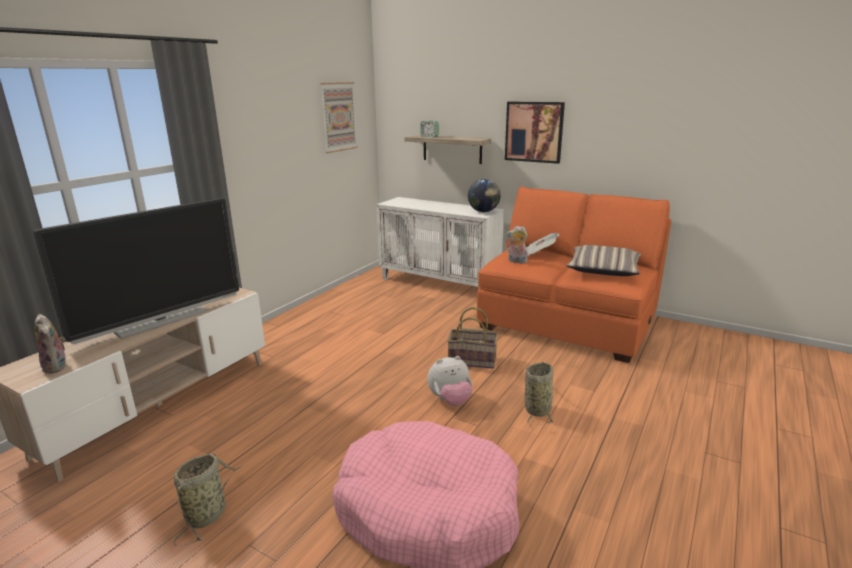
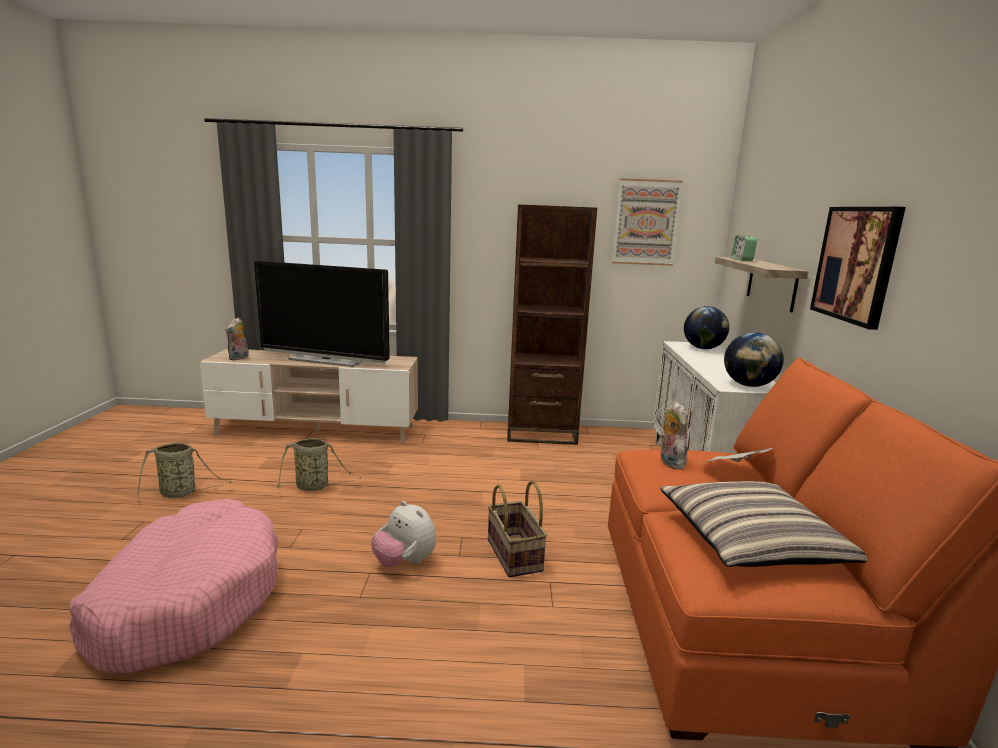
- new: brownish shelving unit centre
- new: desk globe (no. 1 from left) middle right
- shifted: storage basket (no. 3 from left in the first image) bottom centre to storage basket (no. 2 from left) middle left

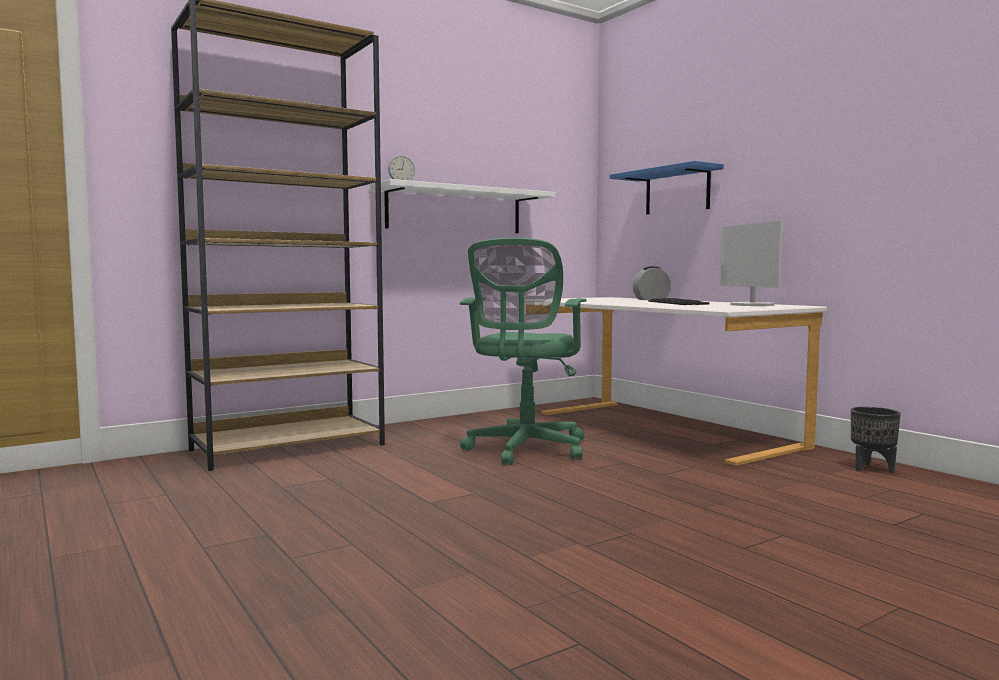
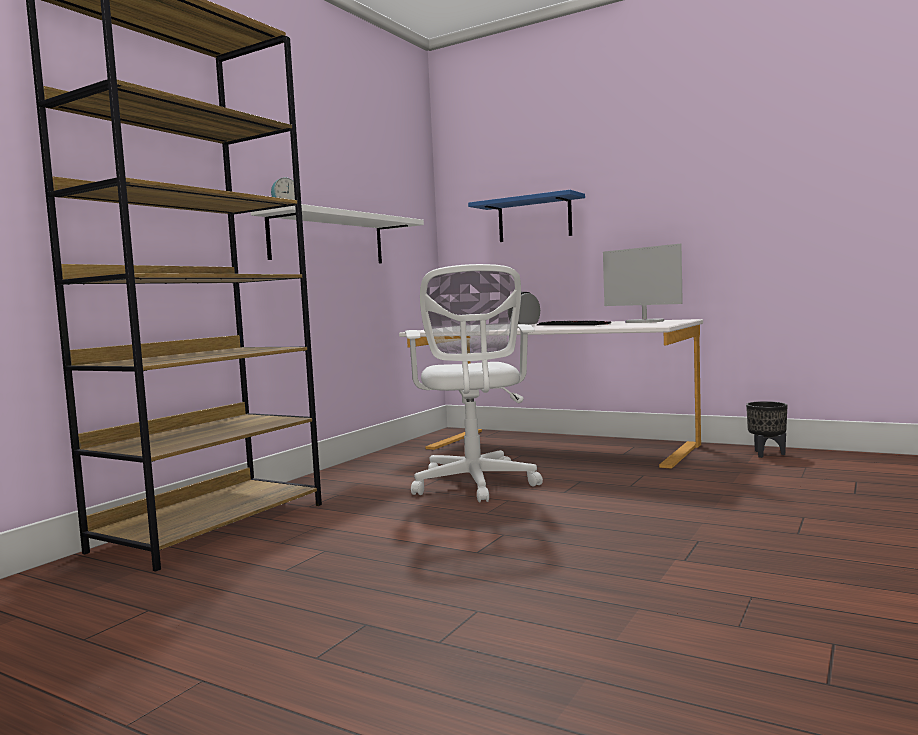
- repainted: green desk chair centre to whitish desk chair centre

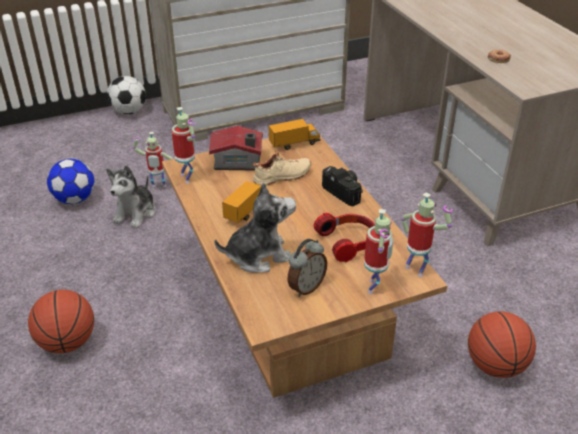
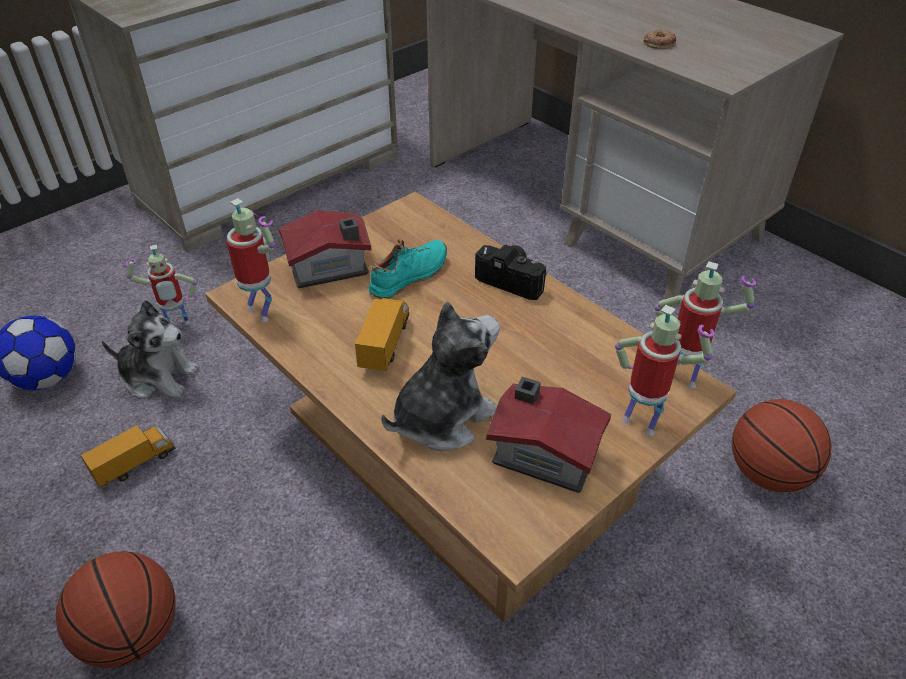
- gone: ball for football (no. 2 from left) top left
- gone: headphones centre
- shifted: toy lorry (no. 2 from left in the first image) top centre to toy lorry (no. 1 from left) bottom left
- swapped: table clock centre to miniature house (no. 2 from left) centre
- repainted: beige low shoe centre to blue-green low shoe centre
- rotated: cuddly toy (no. 1 from left) middle left = middle left 75 degrees counterclockwise
- rotated: model robot (no. 3 from left) centre = middle right 45 degrees counterclockwise

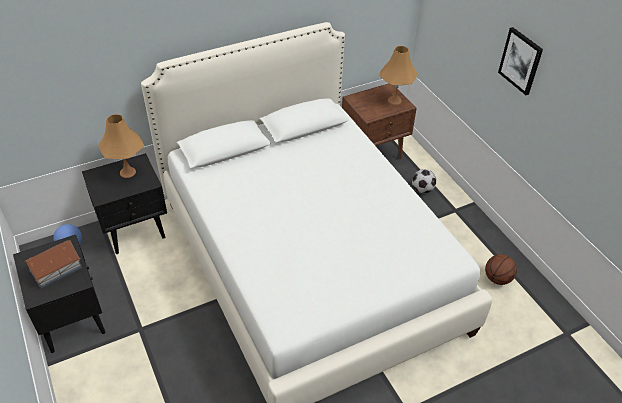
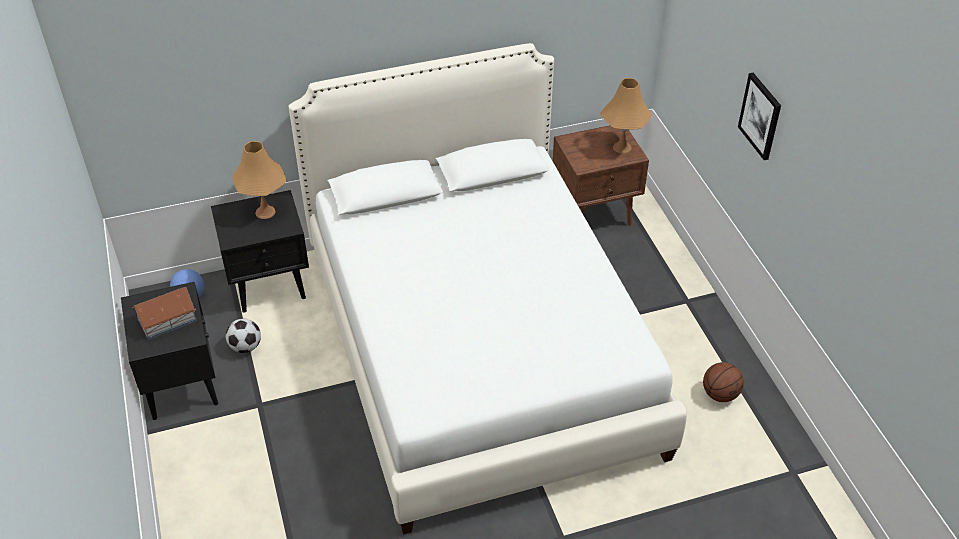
- shifted: ball for football (no. 2 from left) middle right to middle left

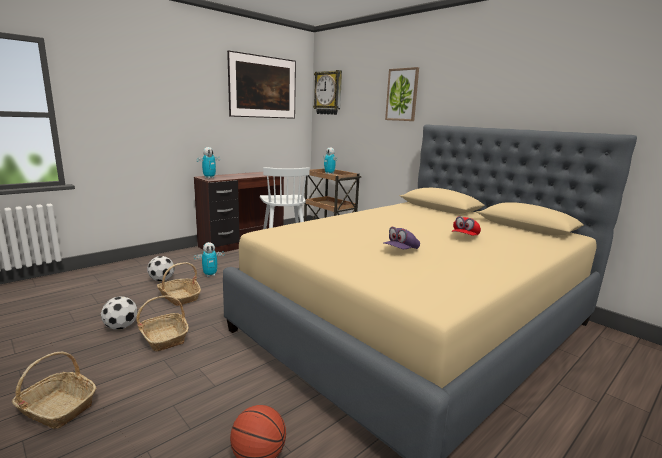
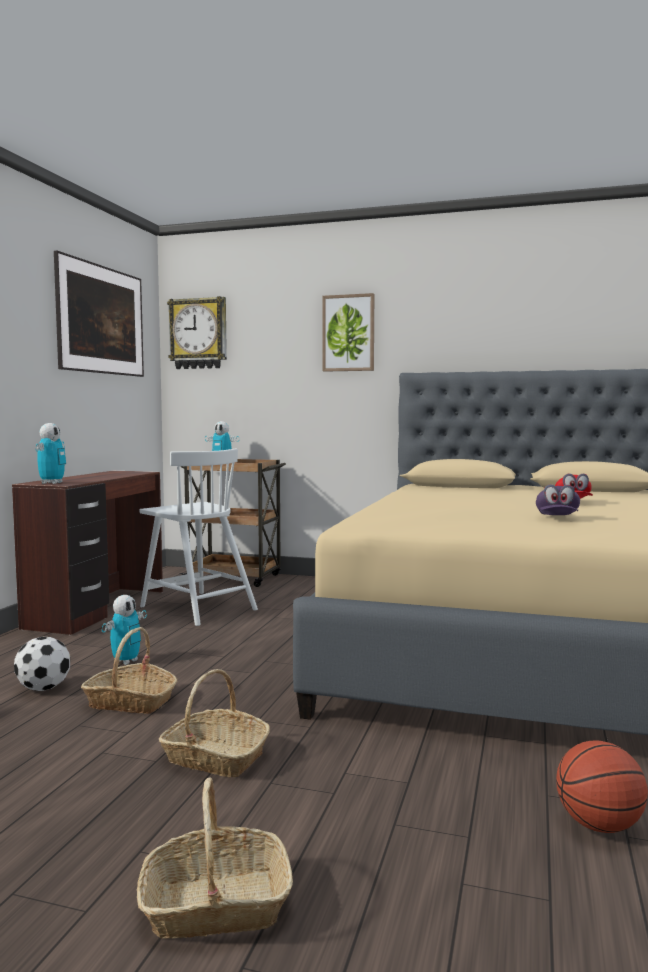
- gone: ball for football (no. 1 from left) bottom left

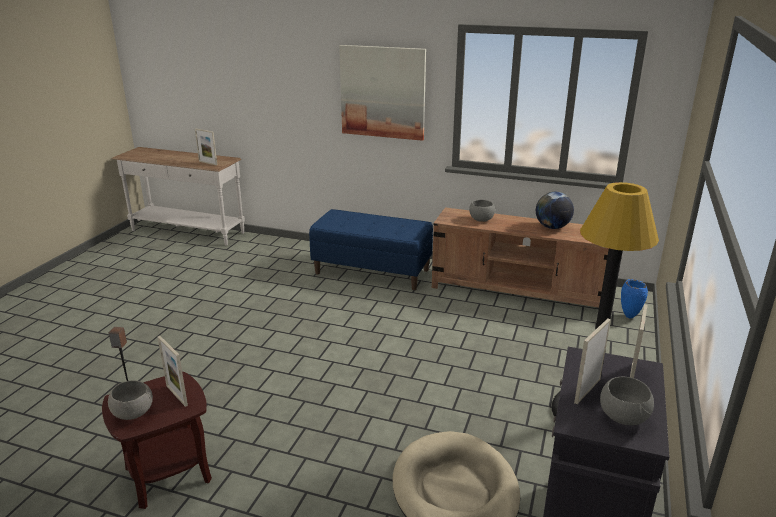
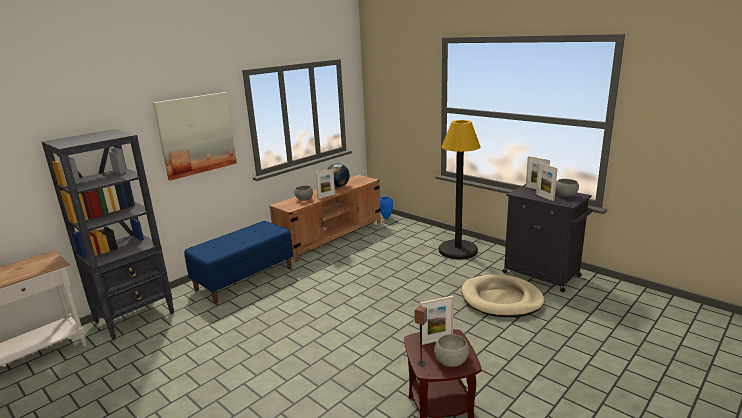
- new: black-coloured shelving unit middle left
- shifted: standing frame (no. 2 from left in the first image) top left to standing frame (no. 1 from left) centre

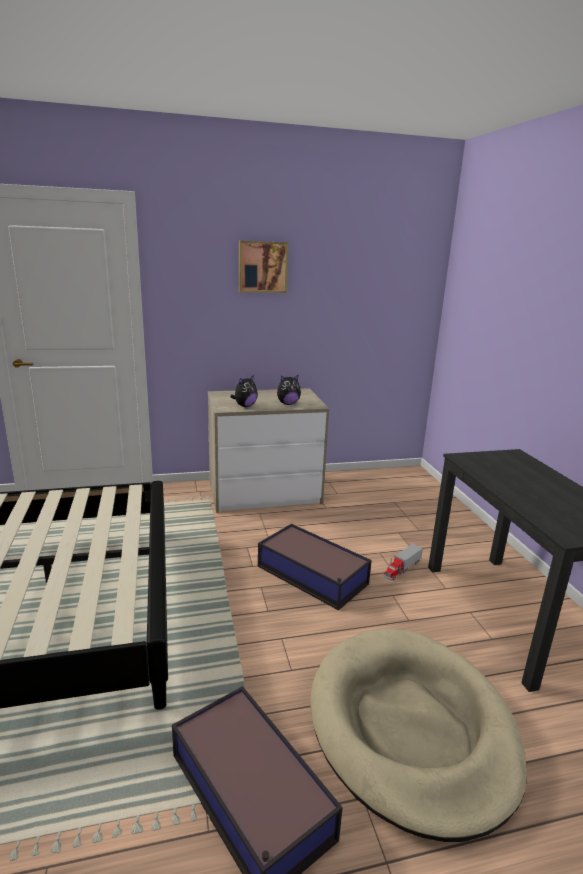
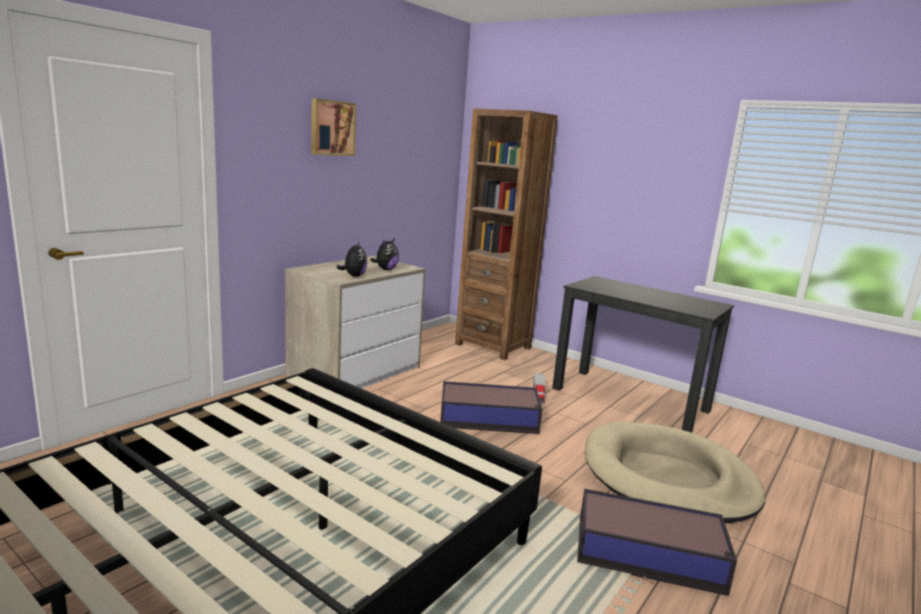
- new: brownish shelving unit centre

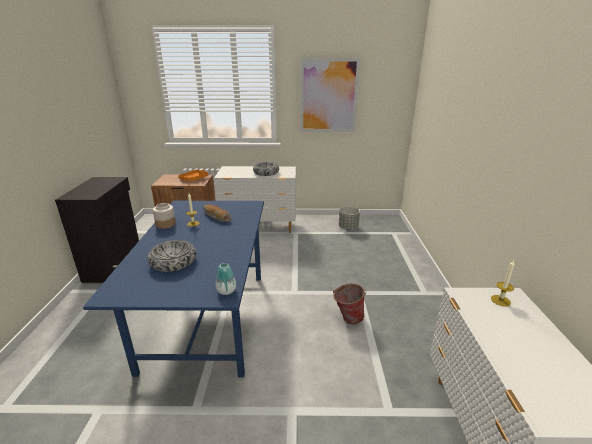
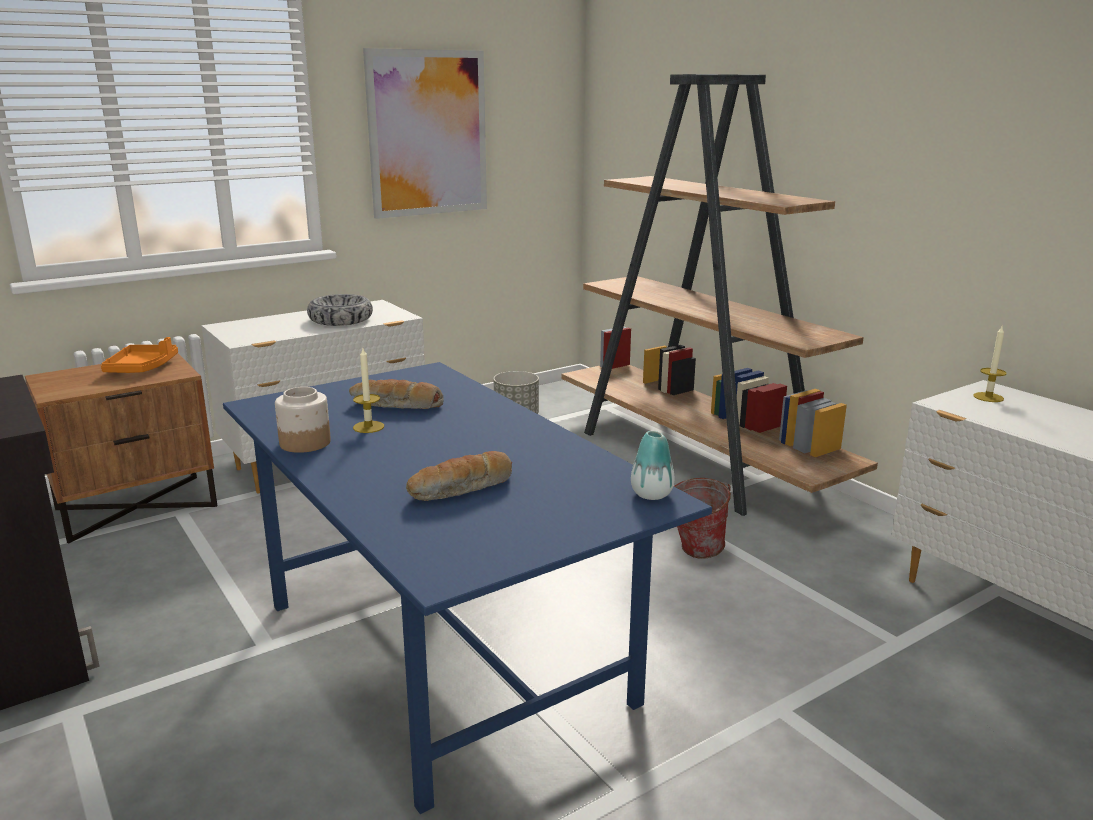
- new: brownish shelving unit centre
- swapped: deep dish (no. 1 from left) middle left to bakery bread (no. 2 from left) centre

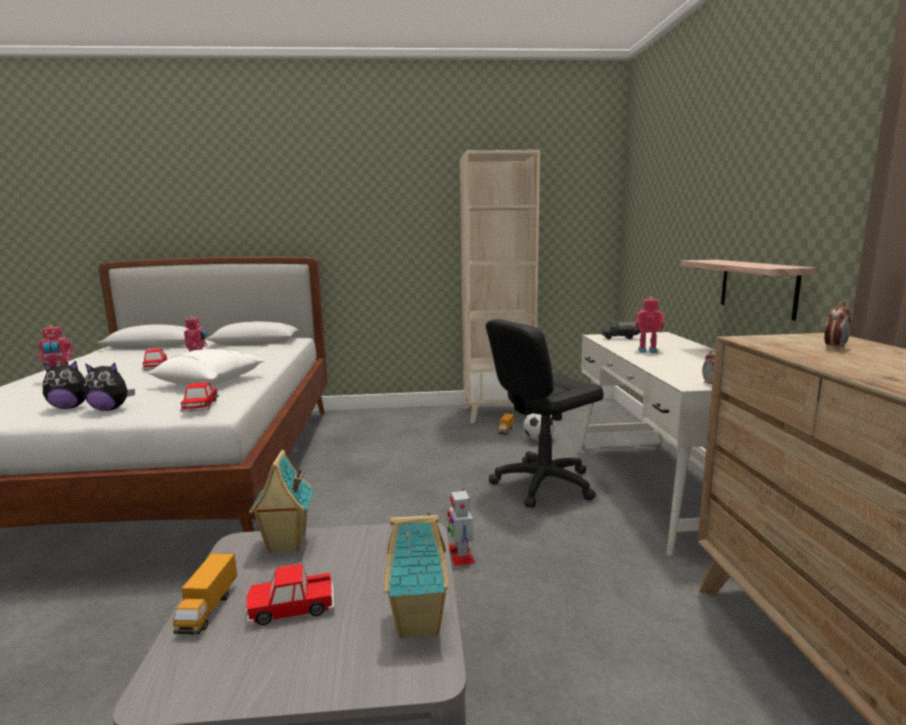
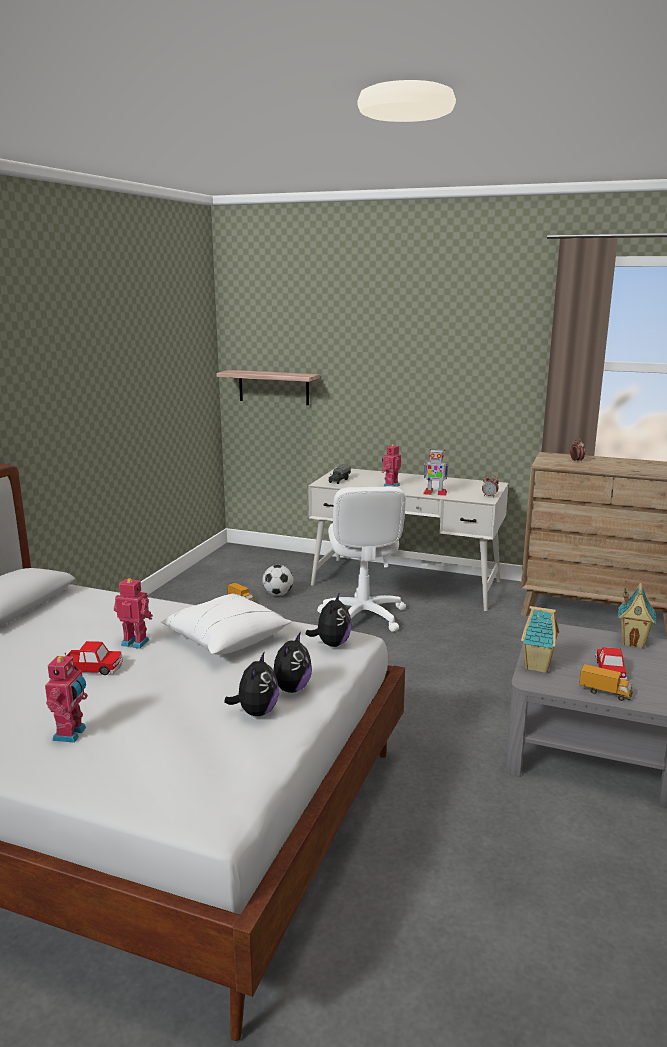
- gone: beige shelving unit centre
- shifted: model robot (no. 3 from left in the first image) bottom centre to model robot (no. 4 from left) centre
- shifted: shelf middle right to centre
- swapped: miniature car (no. 2 from left) middle left to cuddly toy (no. 3 from left) centre
- repainted: black-coloured desk chair centre to whitish desk chair centre

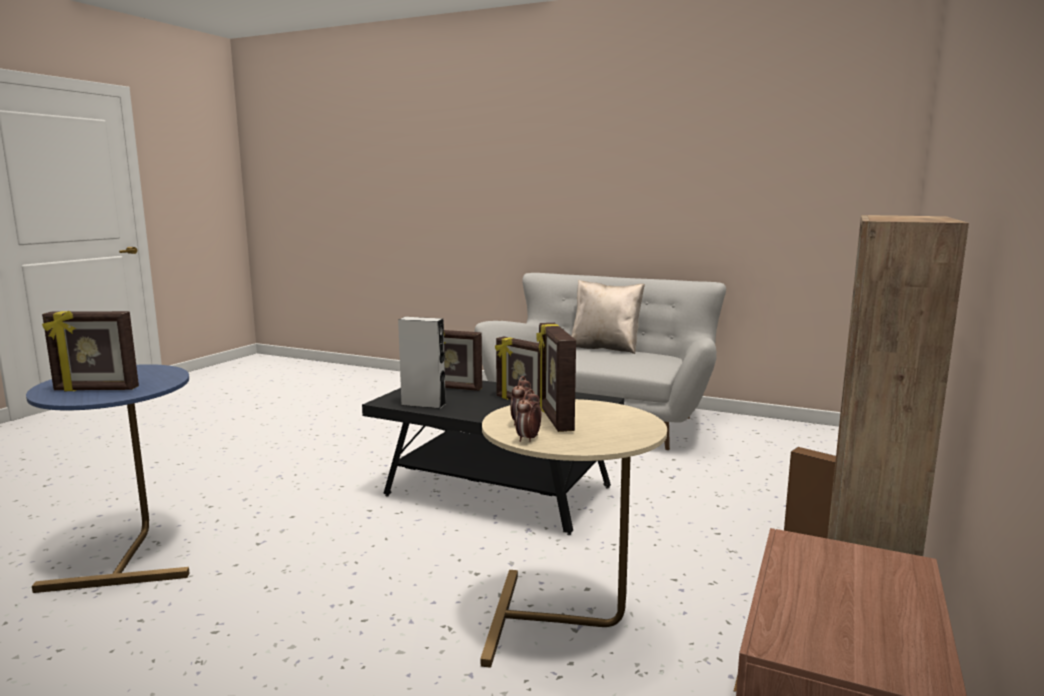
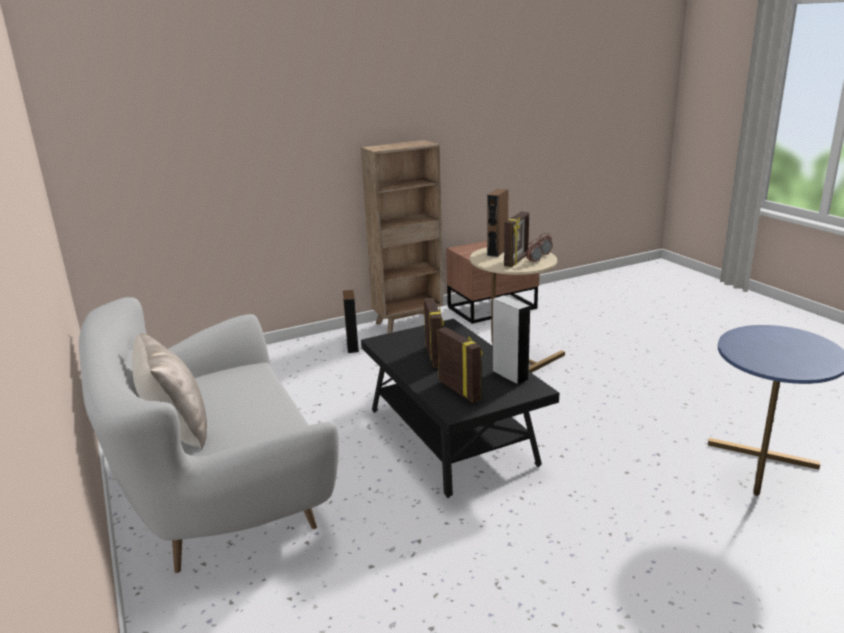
- gone: standing frame (no. 1 from left) middle left
- new: brownish loudspeaker (no. 2 from left) centre

